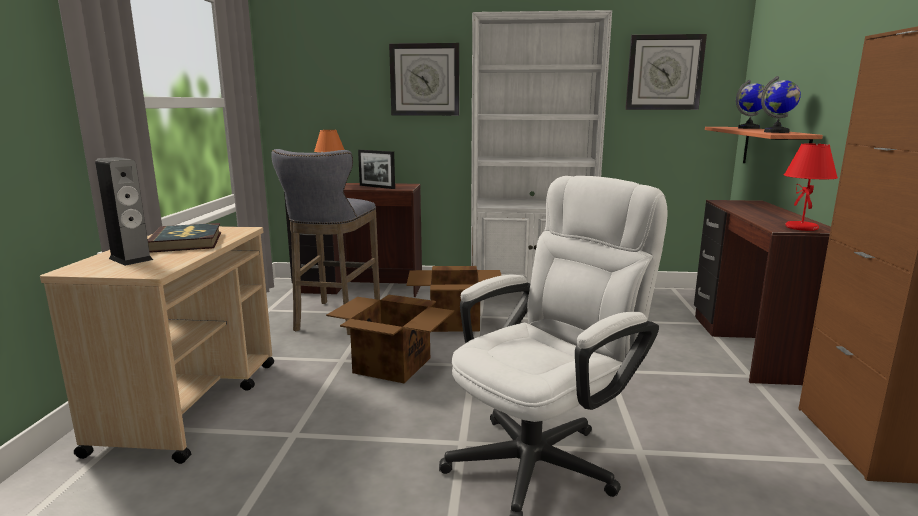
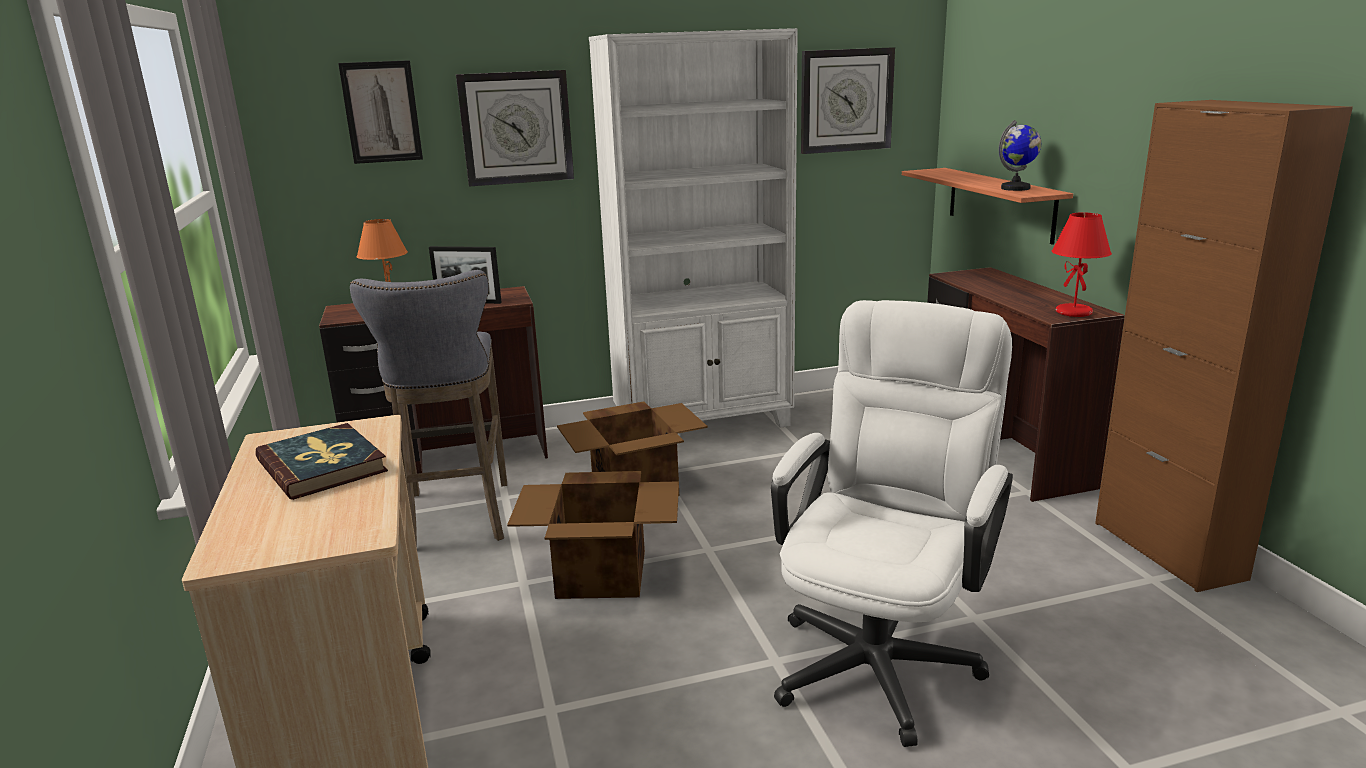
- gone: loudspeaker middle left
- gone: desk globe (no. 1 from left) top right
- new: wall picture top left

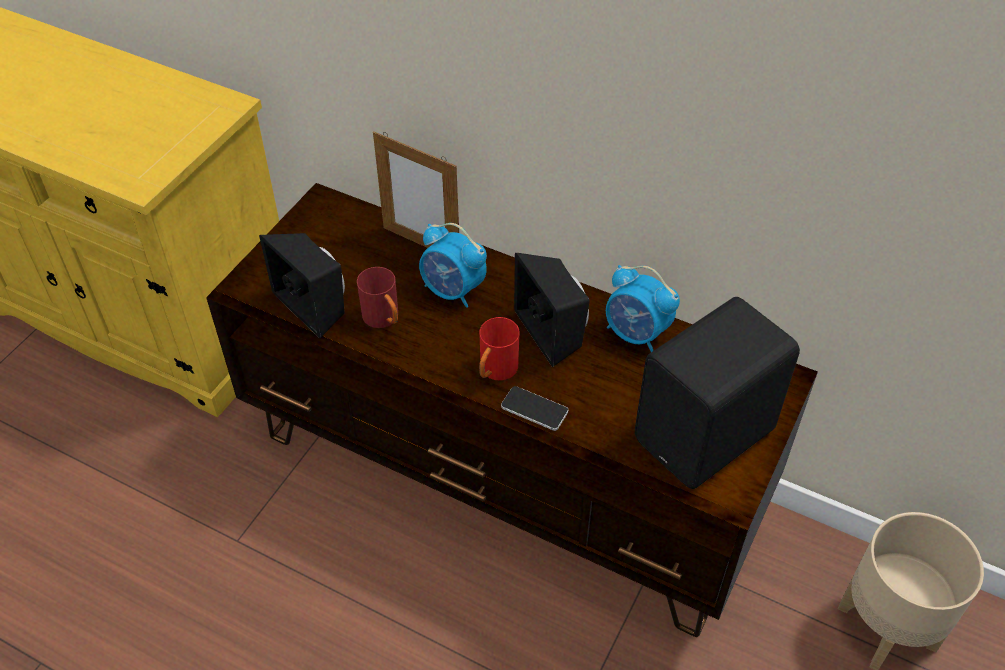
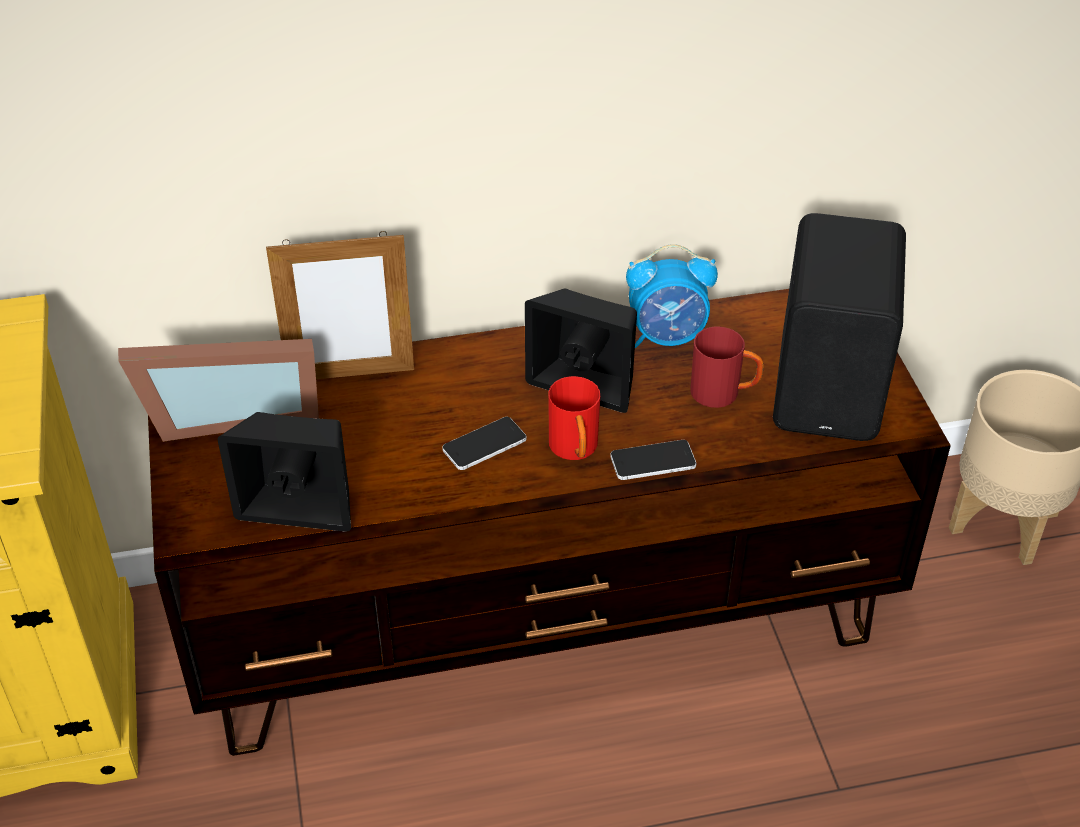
- gone: table clock (no. 1 from left) centre
- new: standing frame (no. 1 from left) middle left
- new: phone (no. 1 from left) centre
- shifted: red coffee mug (no. 1 from left in the first image) centre to red coffee mug (no. 2 from left) middle right

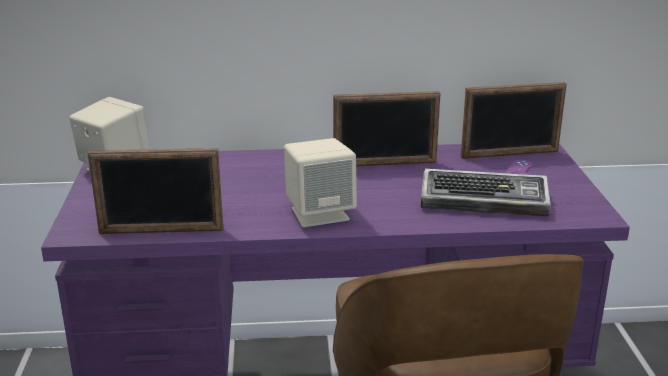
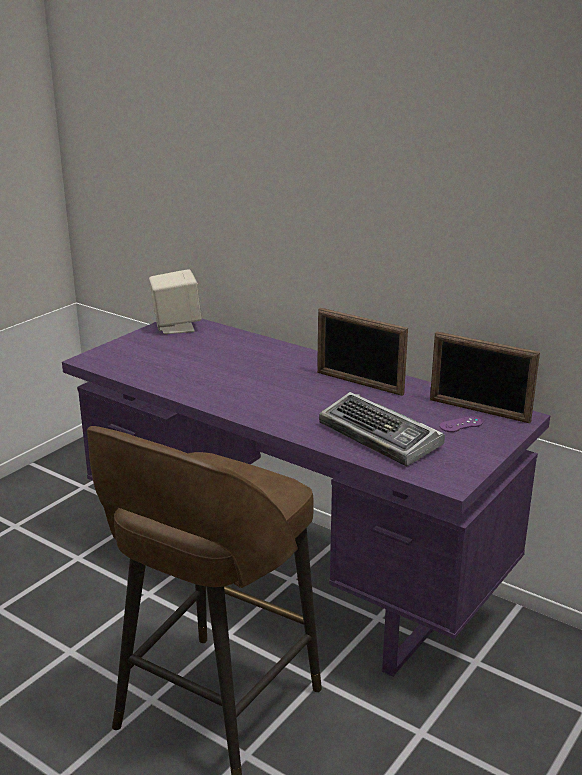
- gone: standing frame (no. 1 from left) middle left
- gone: beige loudspeaker (no. 2 from left) centre

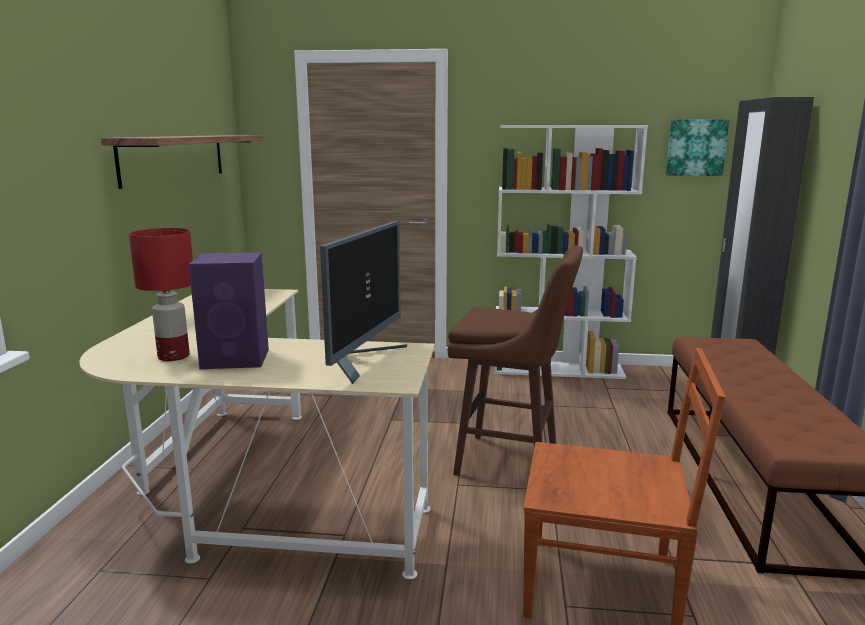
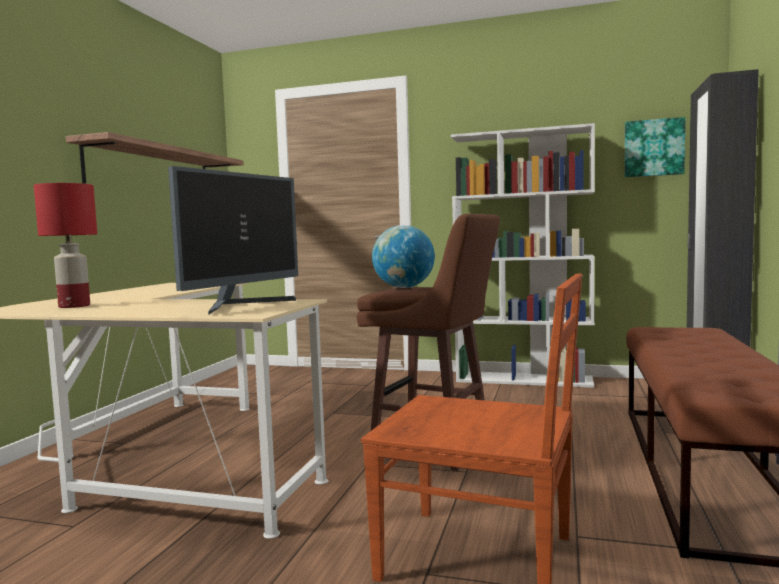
- gone: purple-coloured loudspeaker middle left
- new: desk globe centre

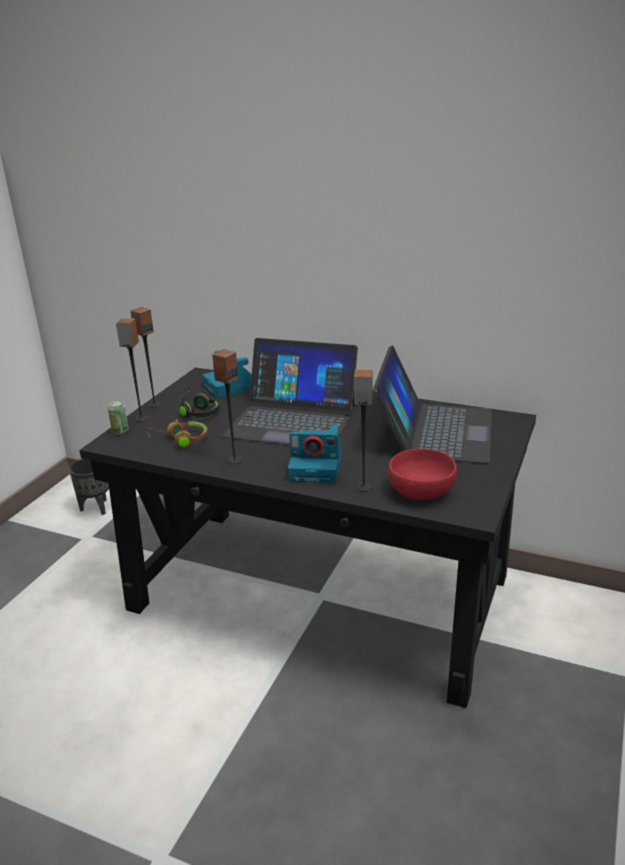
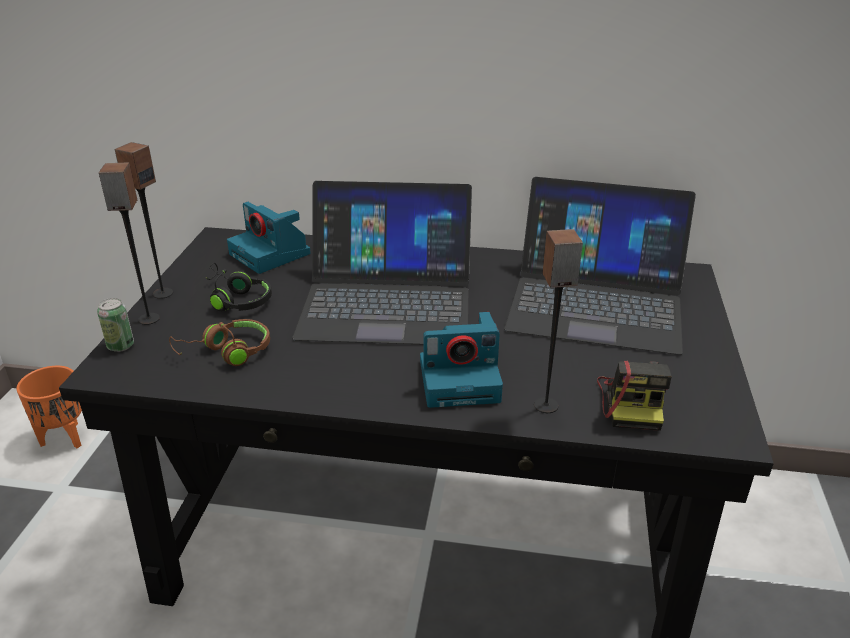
- gone: loudspeaker (no. 3 from left) centre
- swapped: red deep dish middle right to still camera (no. 3 from left) middle right
- repainted: black-coloured plant pot middle left to orangey plant pot middle left
- rotated: portable computer (no. 2 from left) middle right = middle right 105 degrees clockwise

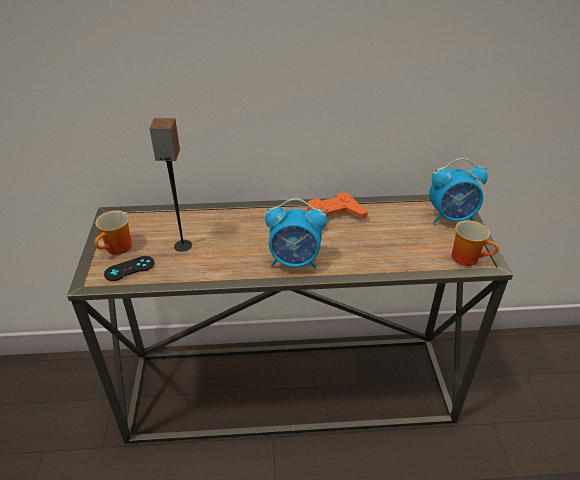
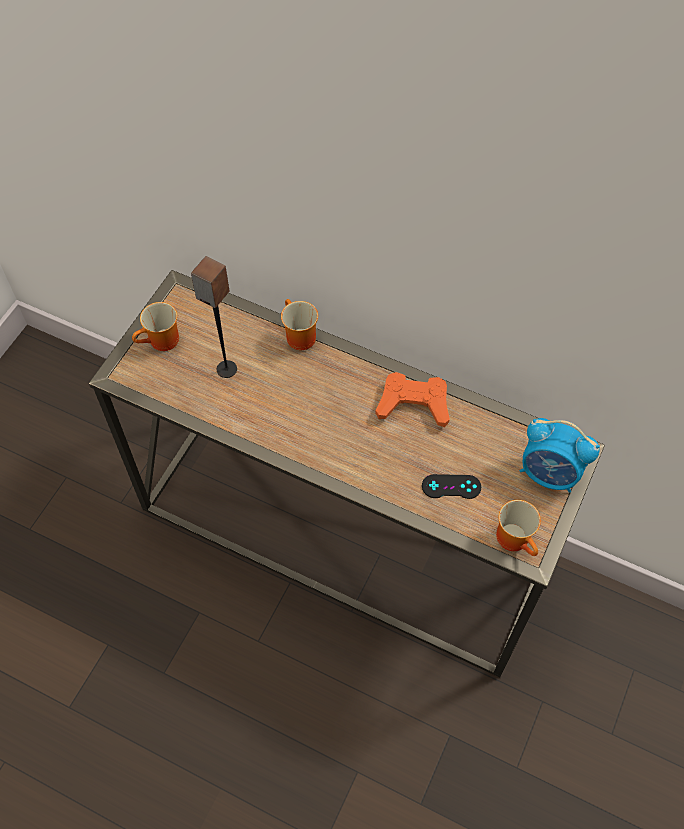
- gone: table clock (no. 1 from left) centre
- new: coffee mug (no. 2 from left) centre
- shifted: black-coloured game controller middle left to centre

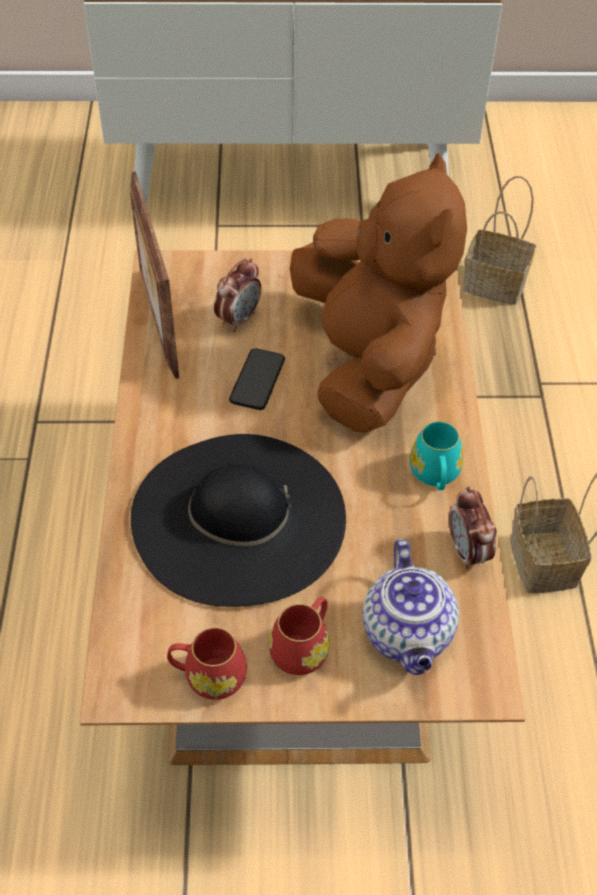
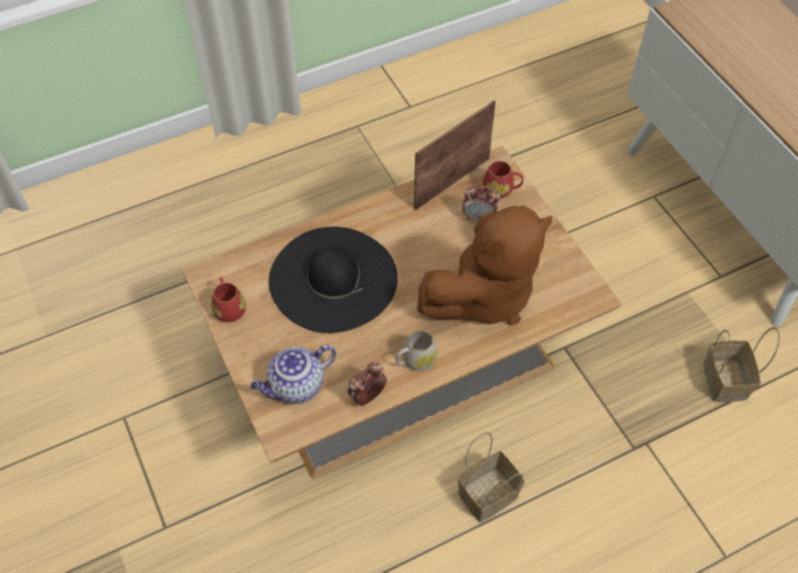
- gone: phone centre
- shifted: red coffee mug (no. 2 from left) bottom centre to top centre
- repainted: blue-green coffee mug middle right to whitish coffee mug centre

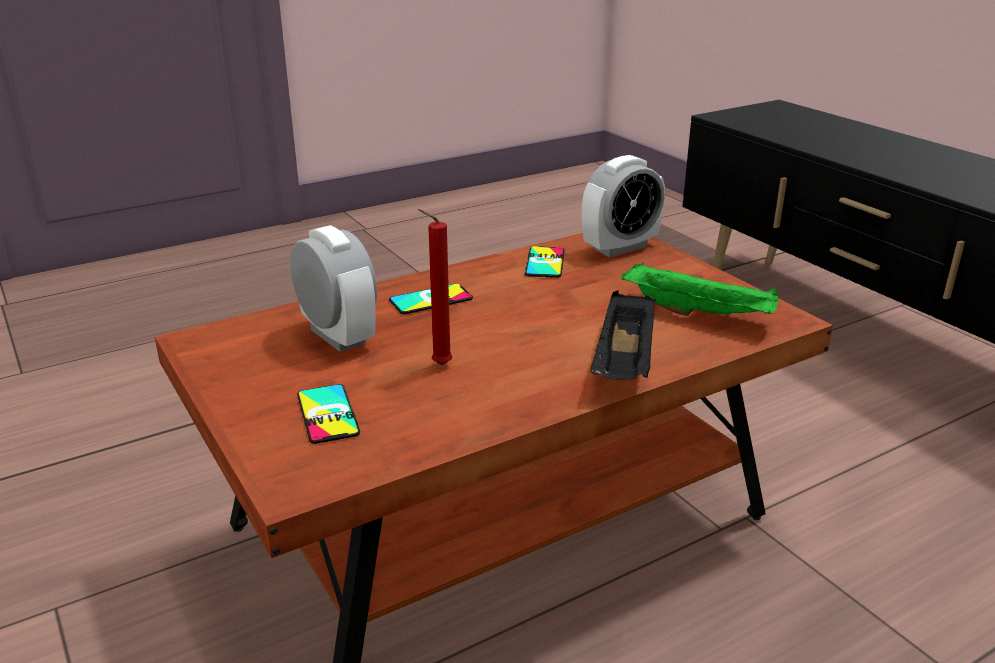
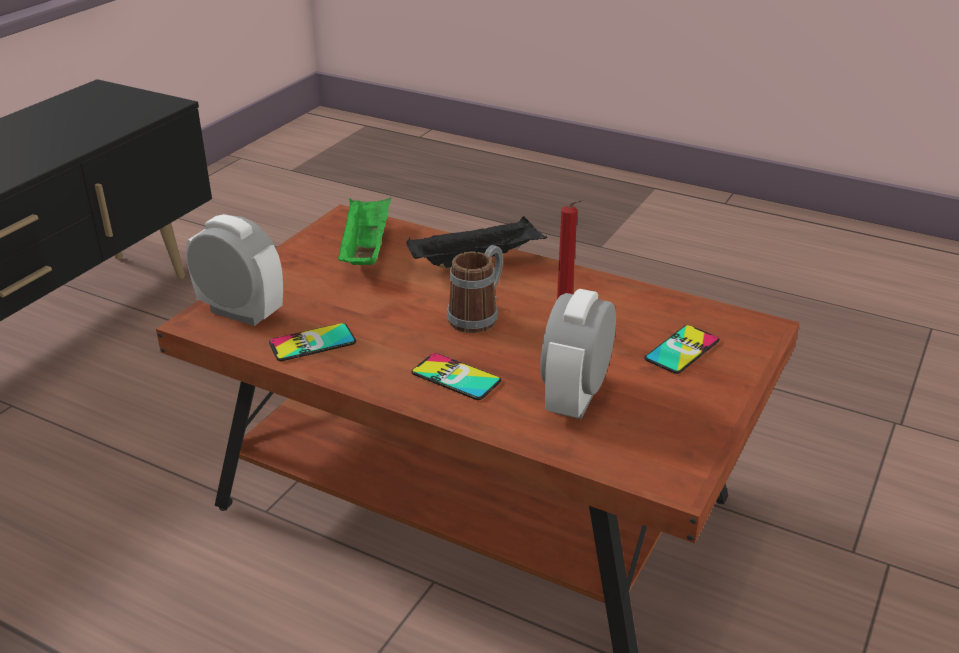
- new: coffee mug centre

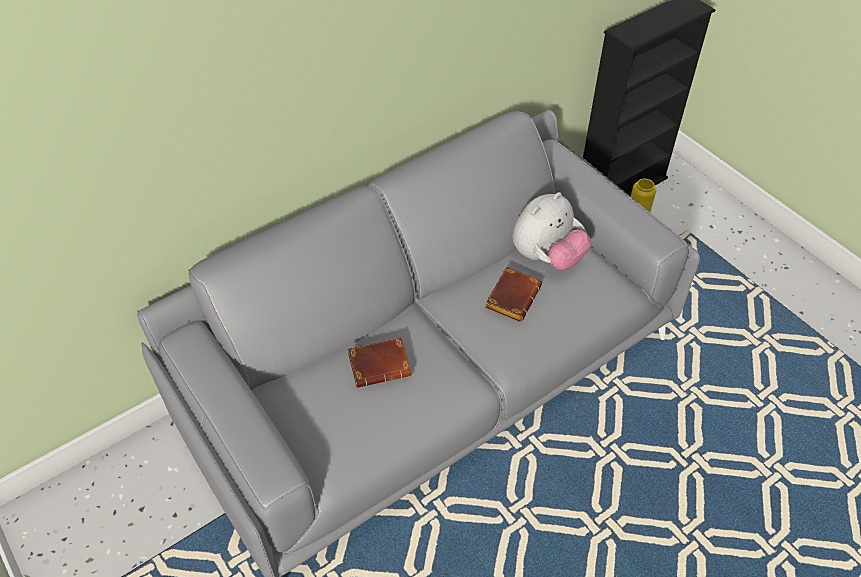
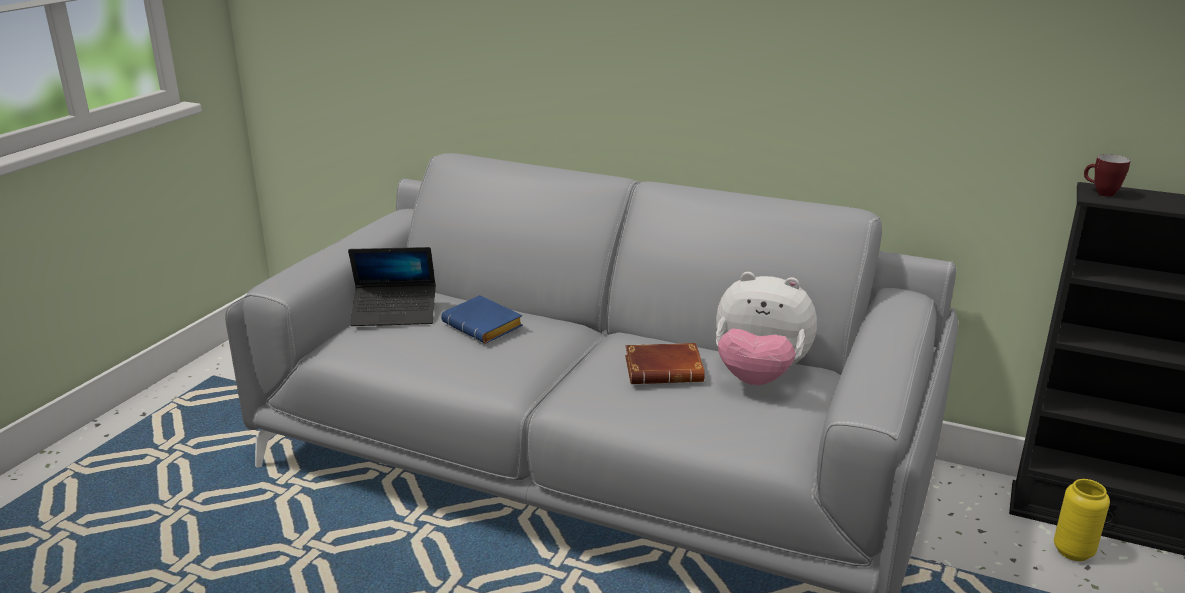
- new: portable computer middle left
- new: coffee mug top right
- repainted: brownish bound book (no. 1 from left) centre to blue-coloured bound book centre

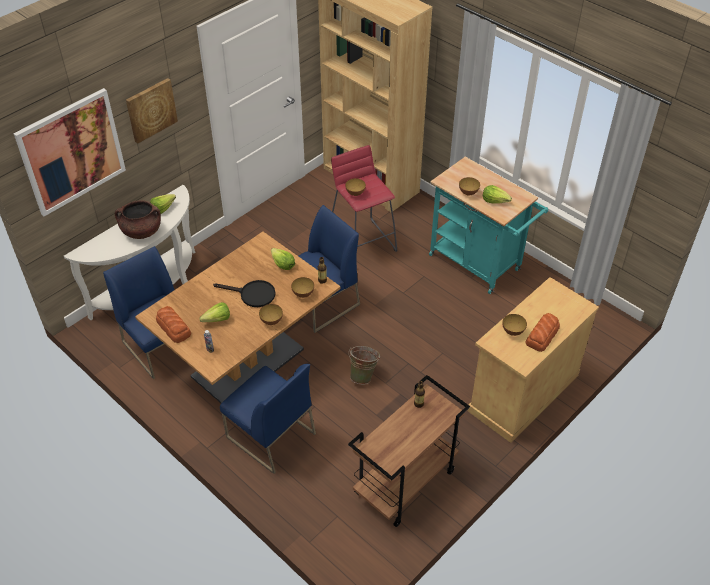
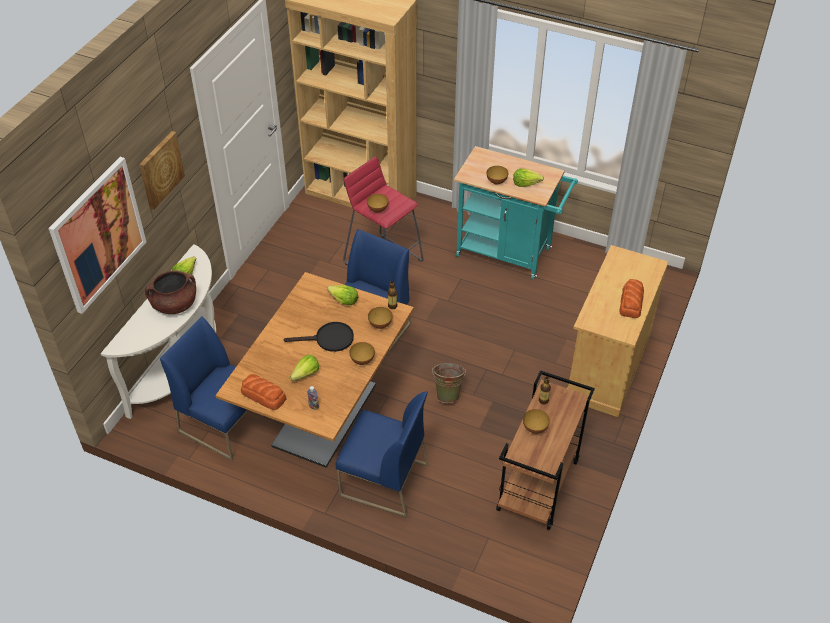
- shifted: deep dish (no. 5 from left) middle right to bottom centre

